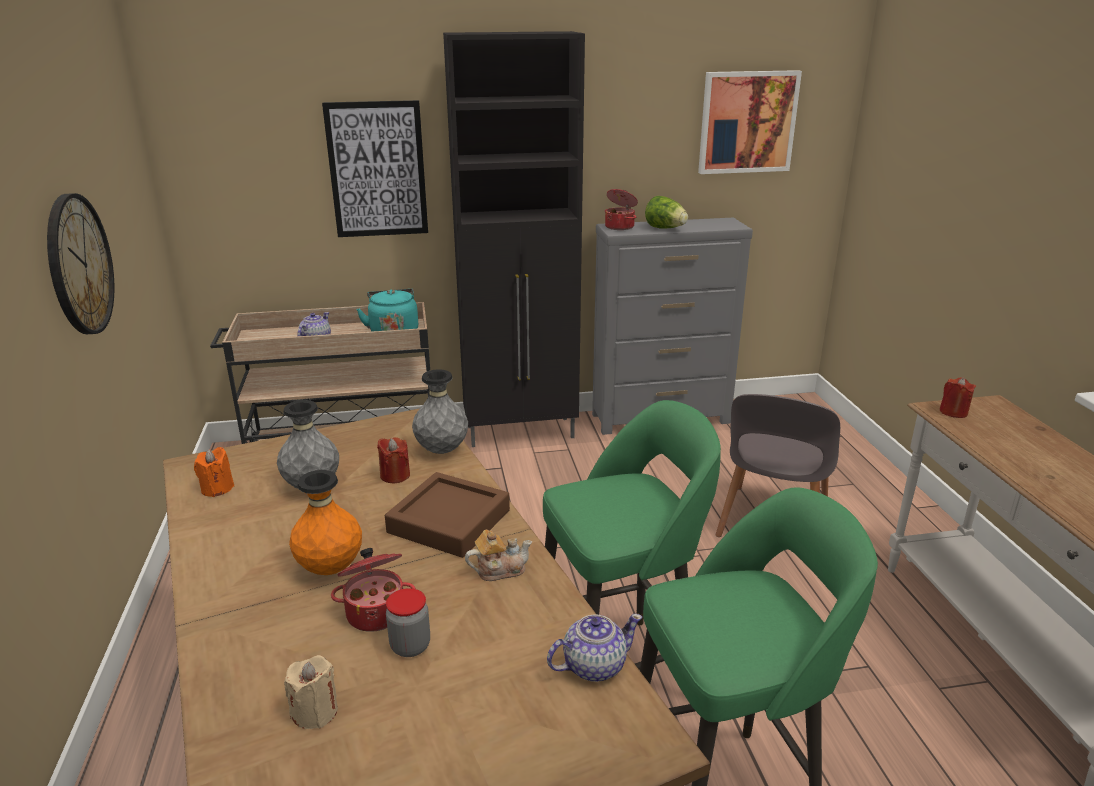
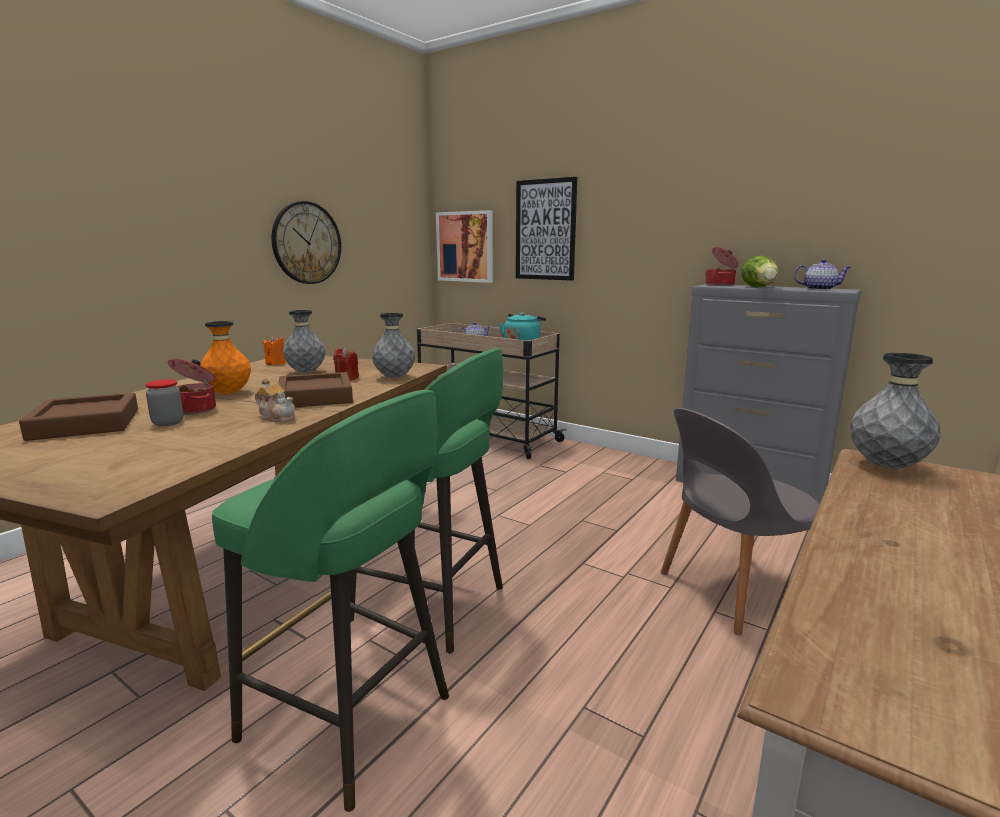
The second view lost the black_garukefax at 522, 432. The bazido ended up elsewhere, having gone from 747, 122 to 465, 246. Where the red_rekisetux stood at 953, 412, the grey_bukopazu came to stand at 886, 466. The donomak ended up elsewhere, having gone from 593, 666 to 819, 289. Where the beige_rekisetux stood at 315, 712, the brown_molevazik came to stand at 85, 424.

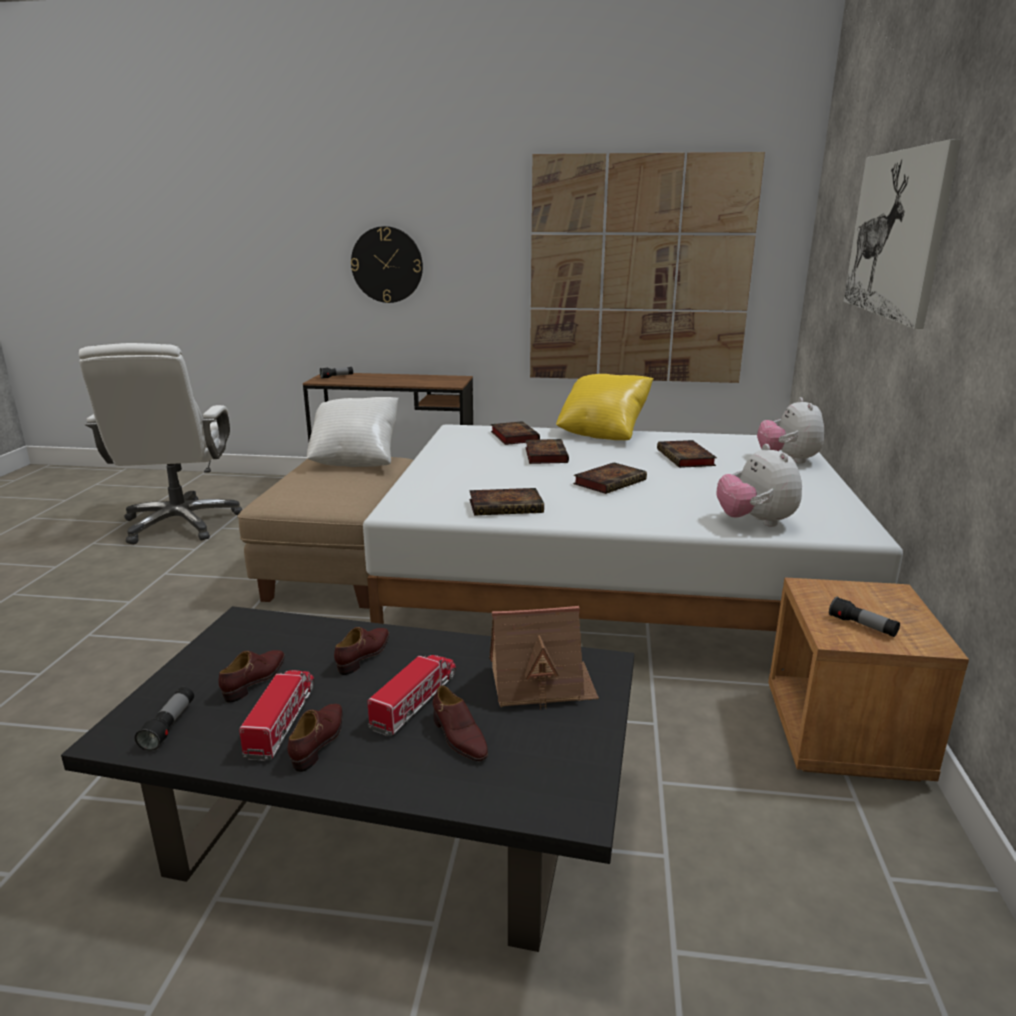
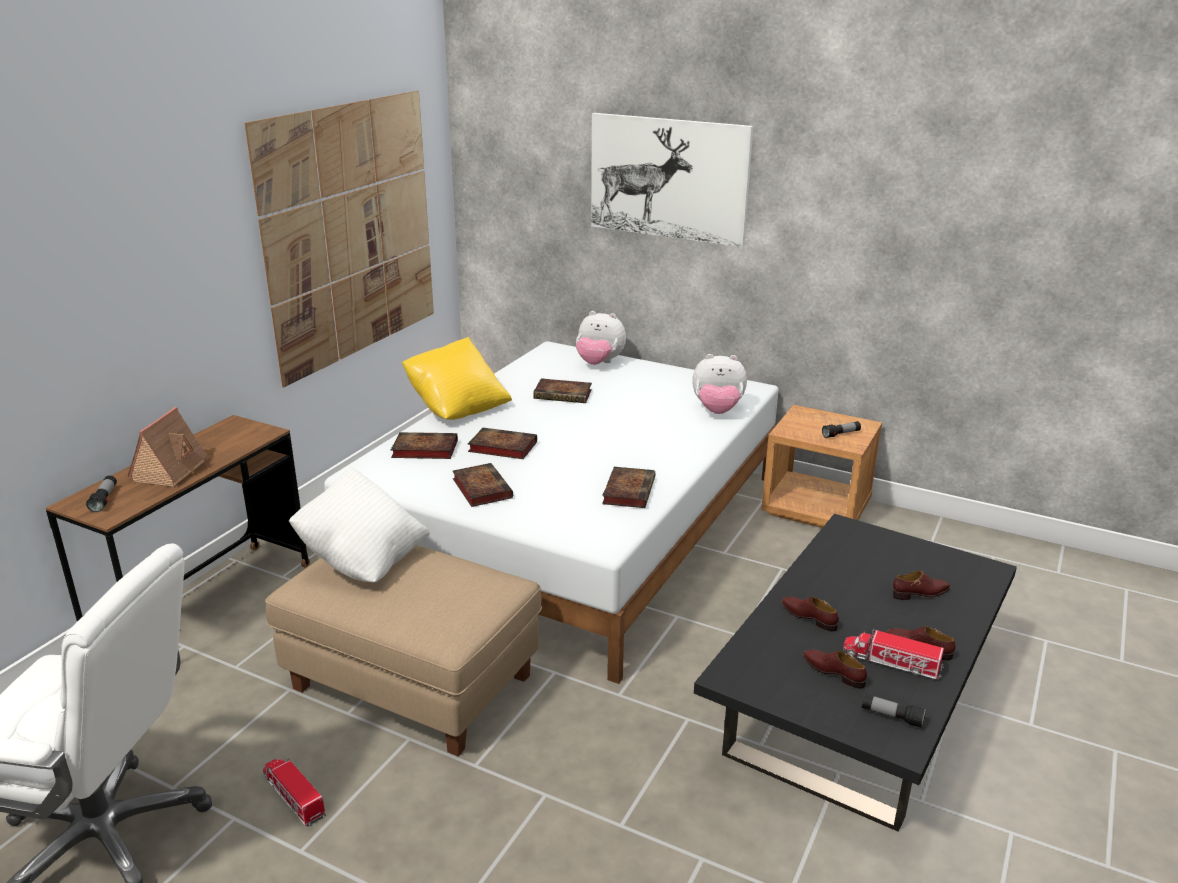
The second view lost the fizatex at 387, 265. The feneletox ended up elsewhere, having gone from 610, 482 to 481, 488. The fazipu ended up elsewhere, having gone from 541, 684 to 172, 470. The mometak ended up elsewhere, having gone from 415, 701 to 294, 796.

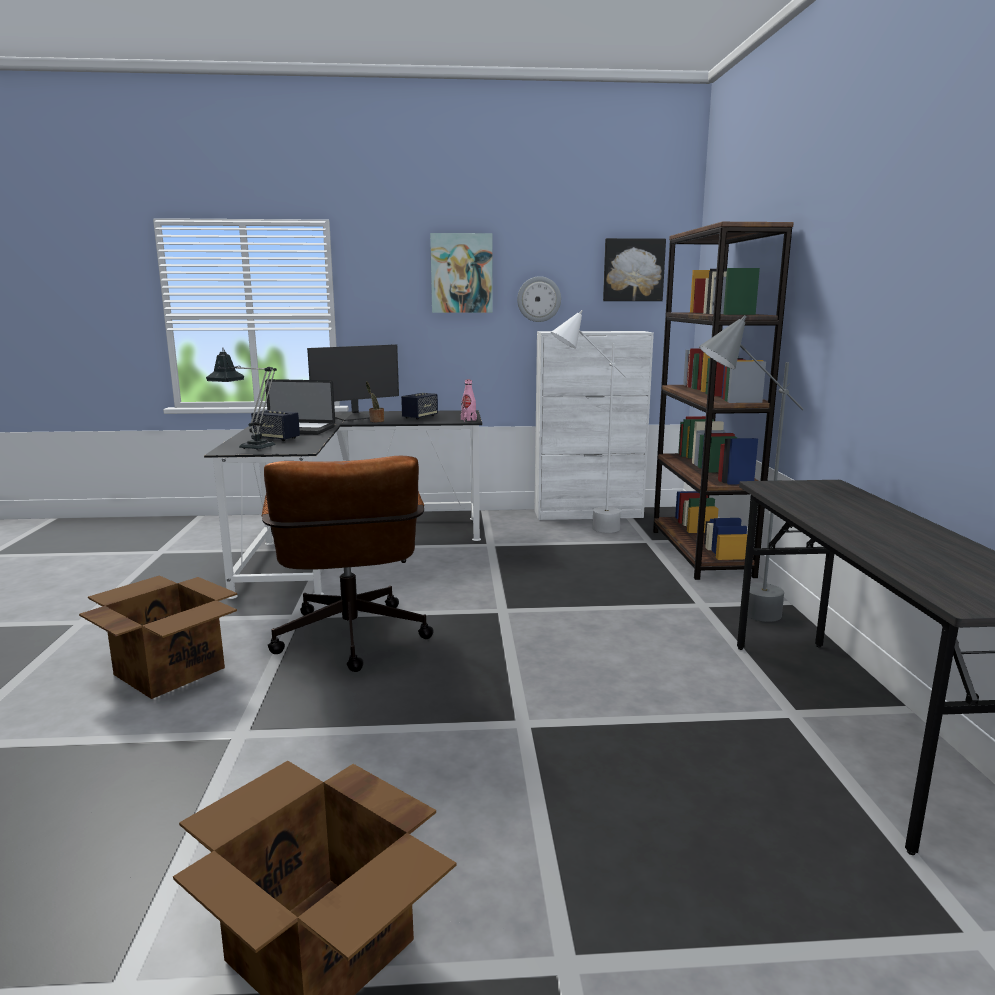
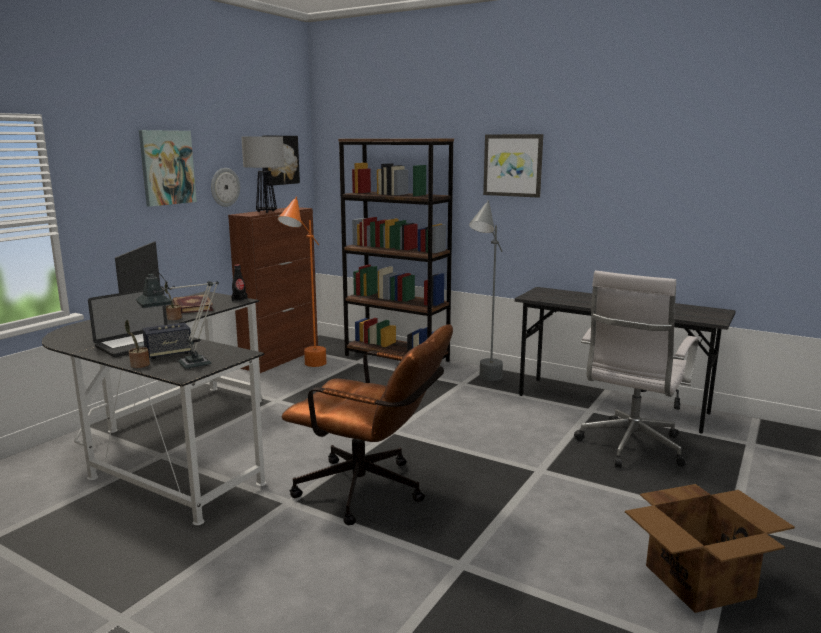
What was the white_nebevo at 584, 530 turned into the orange_nebevo at 307, 369. What was the white_garukefax at 588, 514 turned into the brown_garukefax at 281, 358. What was the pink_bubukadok at 468, 420 turned into the black_bubukadok at 239, 300. Where the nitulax stood at 420, 417, the feneletox came to stand at 191, 306. The second view lost the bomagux at 169, 670. The second view gained the bazido at 513, 165. The second view gained the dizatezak at 266, 212. The second view gained the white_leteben at 630, 448. The second view gained the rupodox at 139, 365.

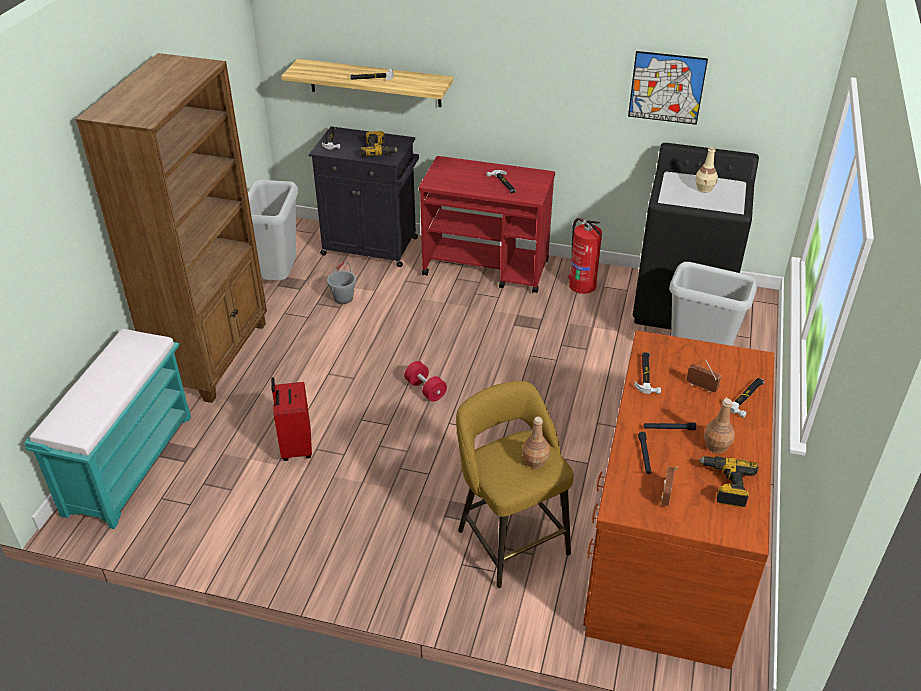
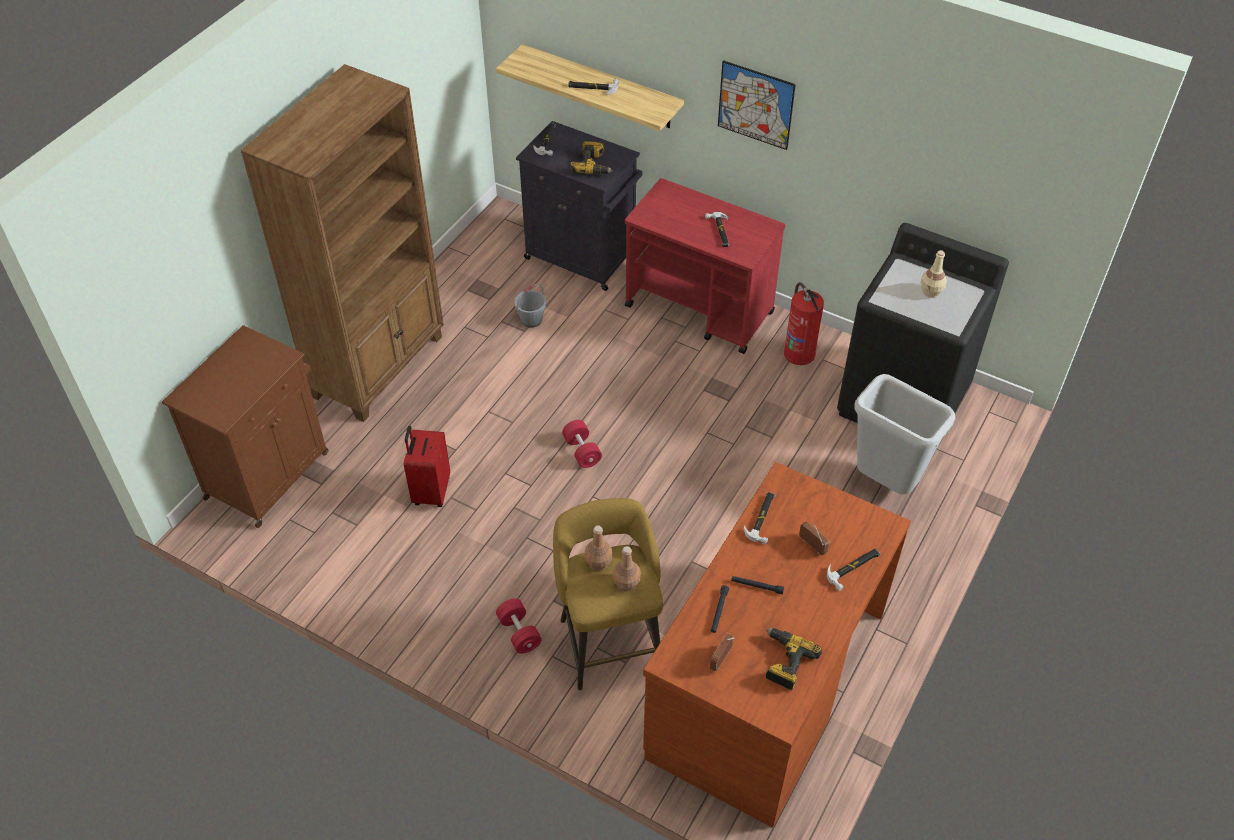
The bazido ended up elsewhere, having gone from 666, 87 to 755, 105. The second view lost the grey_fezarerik at 279, 278. Where the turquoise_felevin stood at 129, 462, the brown_garukefax came to stand at 269, 473. The brown_bubukadok ended up elsewhere, having gone from 716, 446 to 598, 563. The second view gained the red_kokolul at 519, 633.

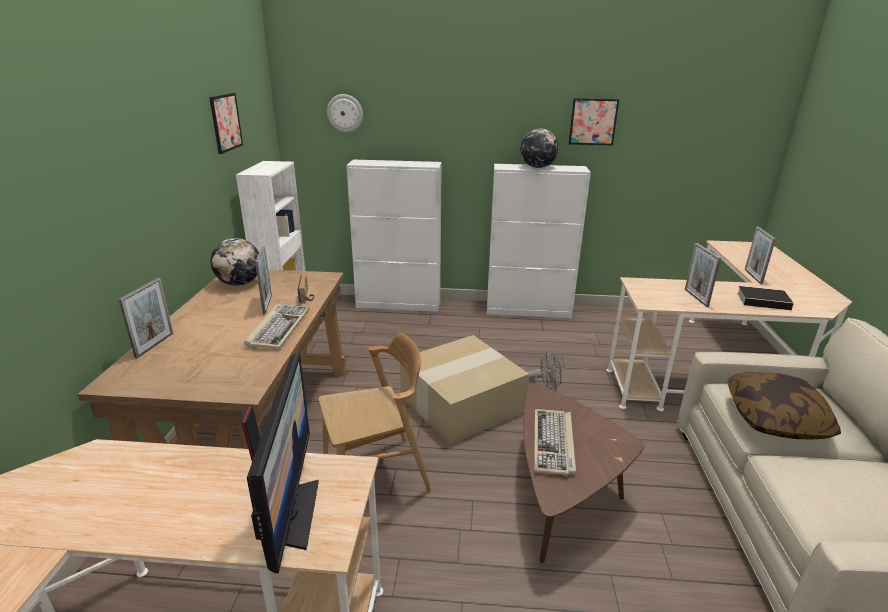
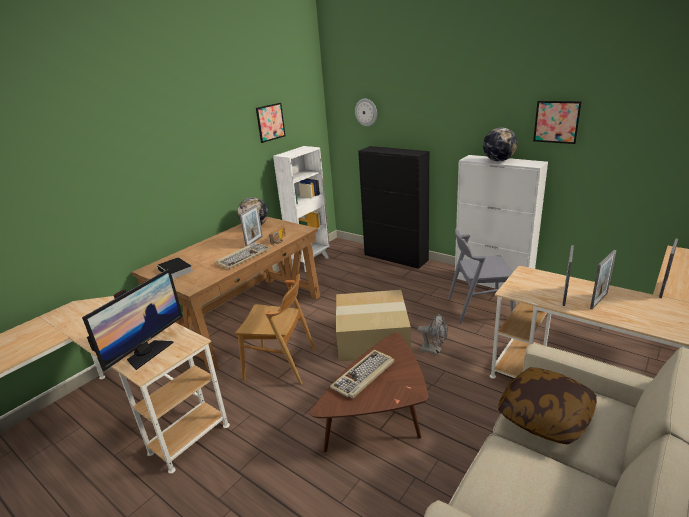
What was the white_garukefax at 399, 304 turned into the black_garukefax at 396, 257. The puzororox ended up elsewhere, having gone from 155, 345 to 599, 300. The feneletox ended up elsewhere, having gone from 764, 301 to 176, 271. The second view gained the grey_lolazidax at 478, 308.

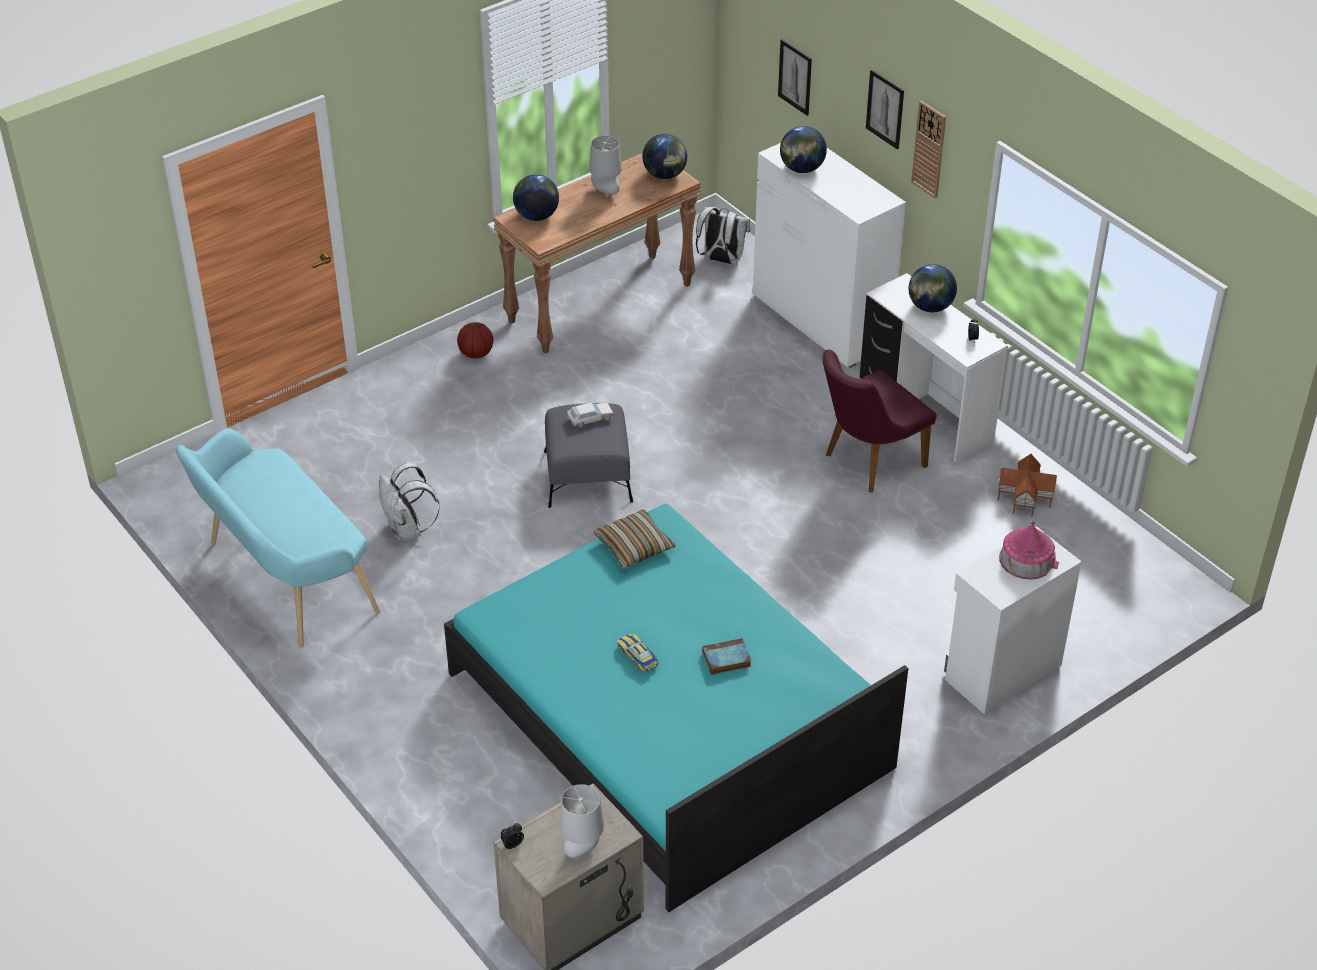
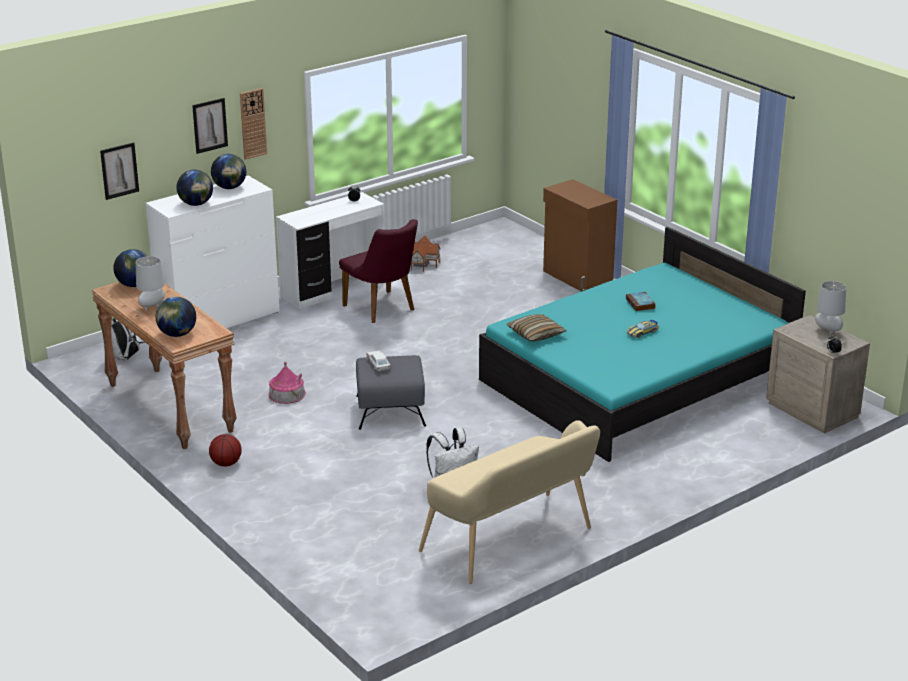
The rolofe ended up elsewhere, having gone from 930, 307 to 229, 187. What was the turquoise_felevin at 284, 580 turned into the beige_felevin at 513, 542. The fazipu ended up elsewhere, having gone from 1026, 559 to 287, 394. What was the white_garukefax at 1001, 671 turned into the brown_garukefax at 577, 278.

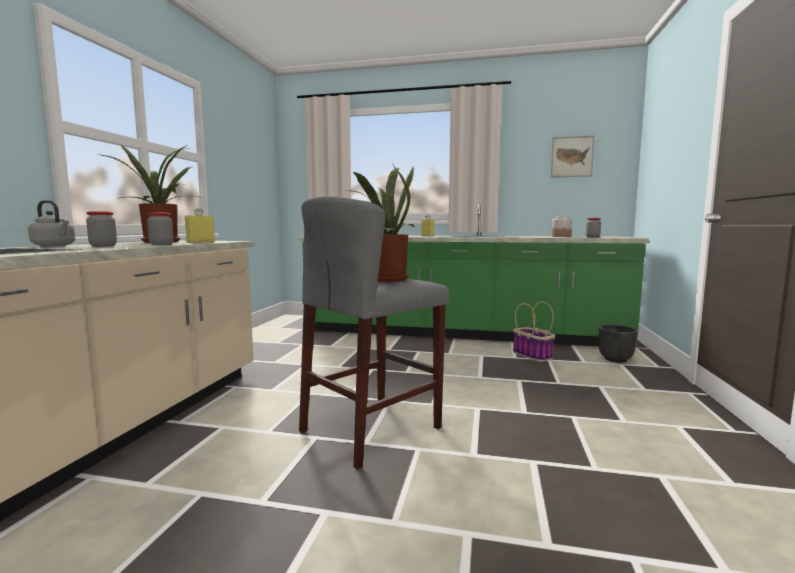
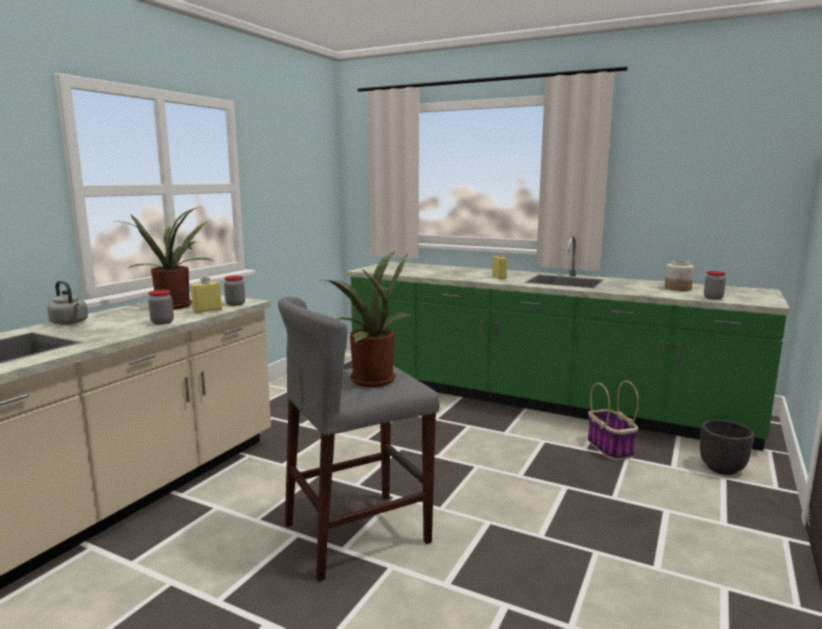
The second view lost the bazido at 571, 157. The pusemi ended up elsewhere, having gone from 103, 246 to 235, 304.

